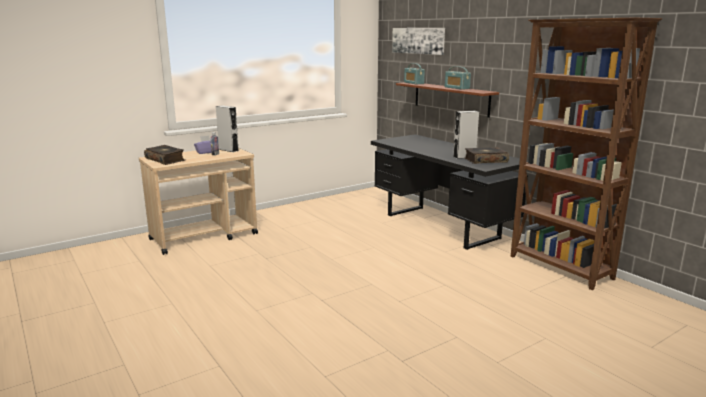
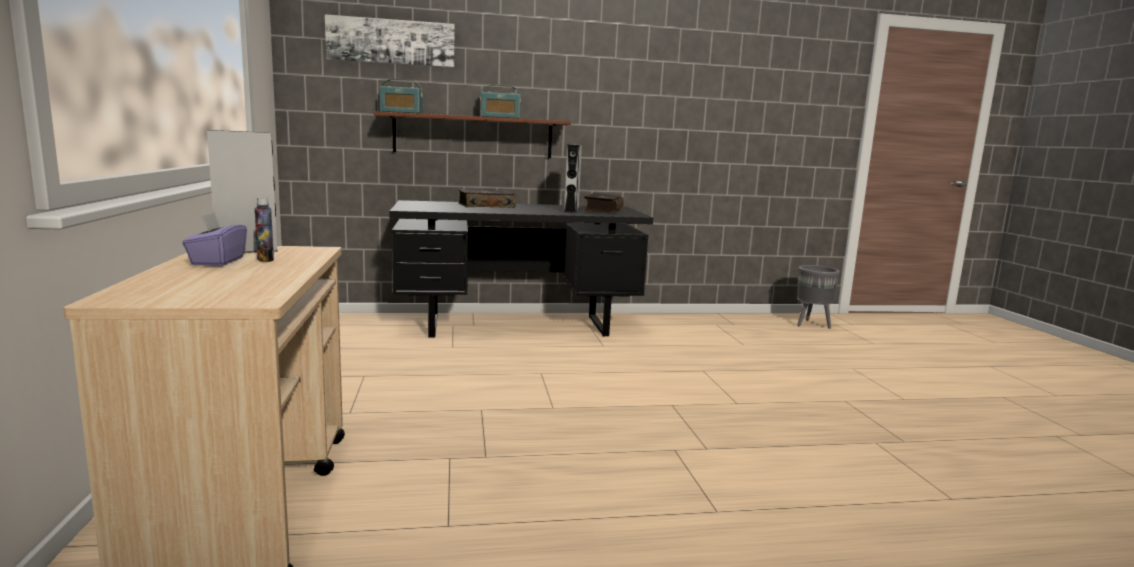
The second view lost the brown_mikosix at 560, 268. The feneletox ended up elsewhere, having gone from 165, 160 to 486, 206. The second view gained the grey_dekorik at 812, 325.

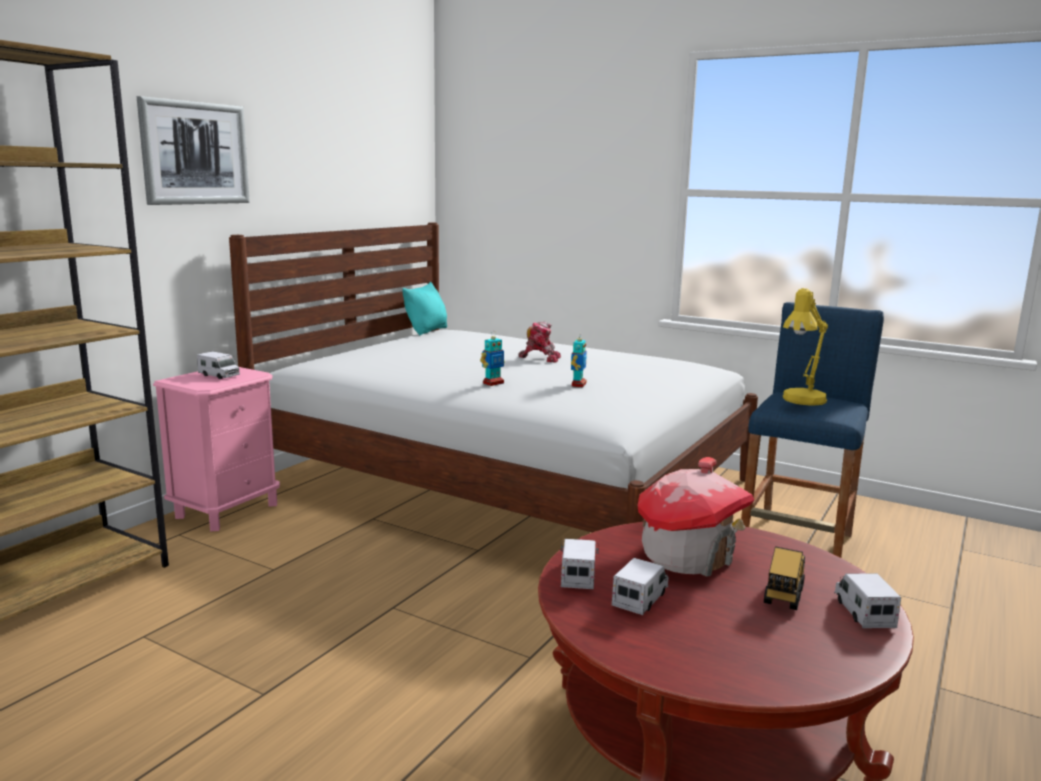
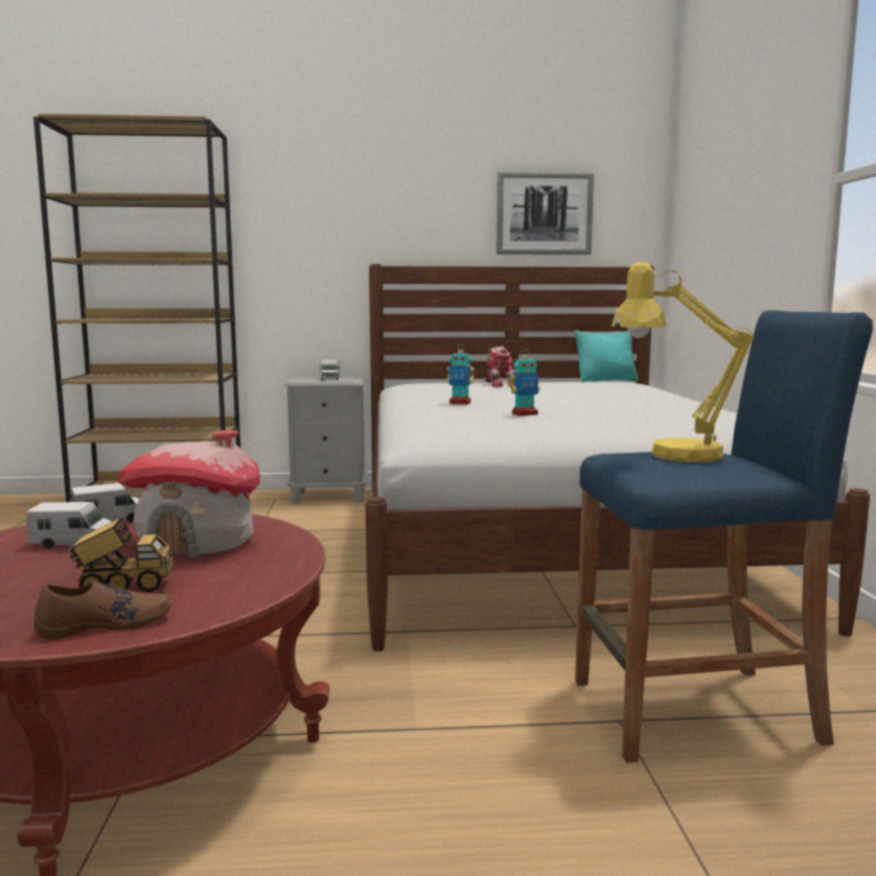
The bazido ended up elsewhere, having gone from 195, 153 to 544, 214. The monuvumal ended up elsewhere, having gone from 540, 358 to 499, 384. What was the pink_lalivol at 226, 510 turned into the grey_lalivol at 329, 496. Where the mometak stood at 863, 613, the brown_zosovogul came to stand at 106, 625.

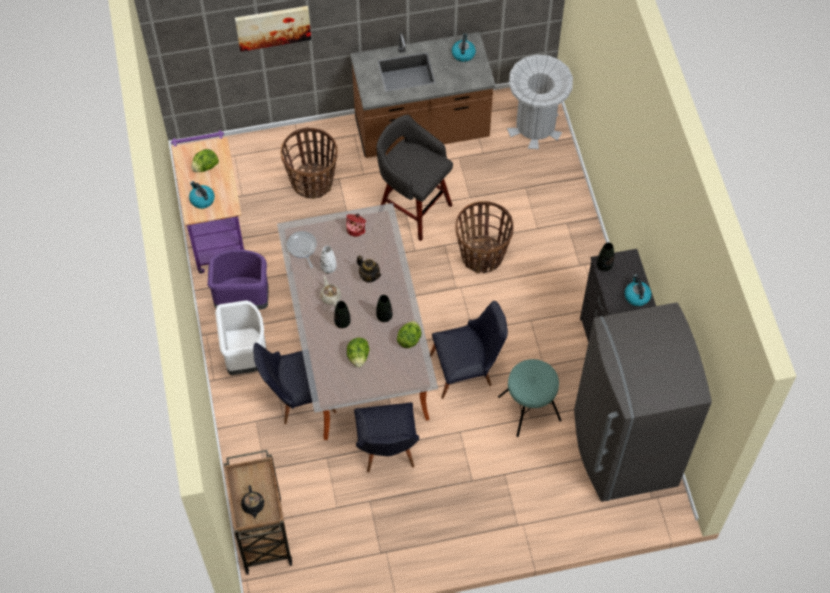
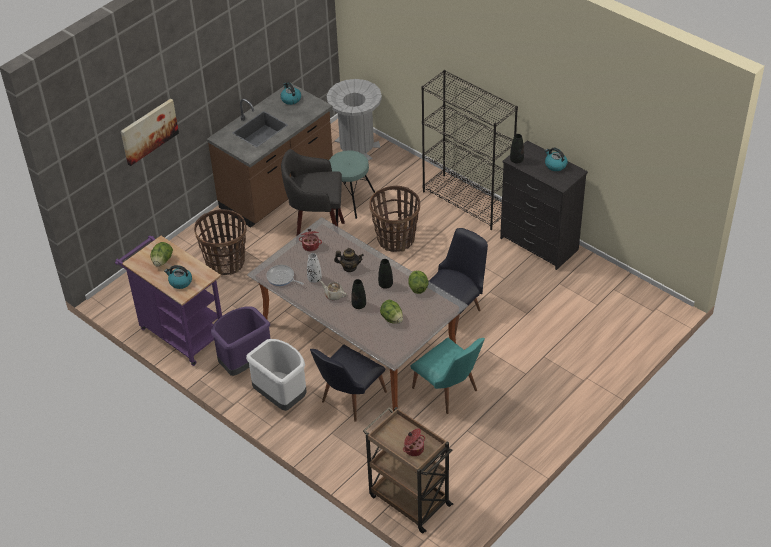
The second view lost the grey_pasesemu at 623, 449. The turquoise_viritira ended up elsewhere, having gone from 529, 408 to 350, 200. What was the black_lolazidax at 387, 452 turned into the turquoise_lolazidax at 449, 393. Where the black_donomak stood at 253, 506, the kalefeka came to stand at 413, 448. The second view gained the black_mikosix at 467, 201.

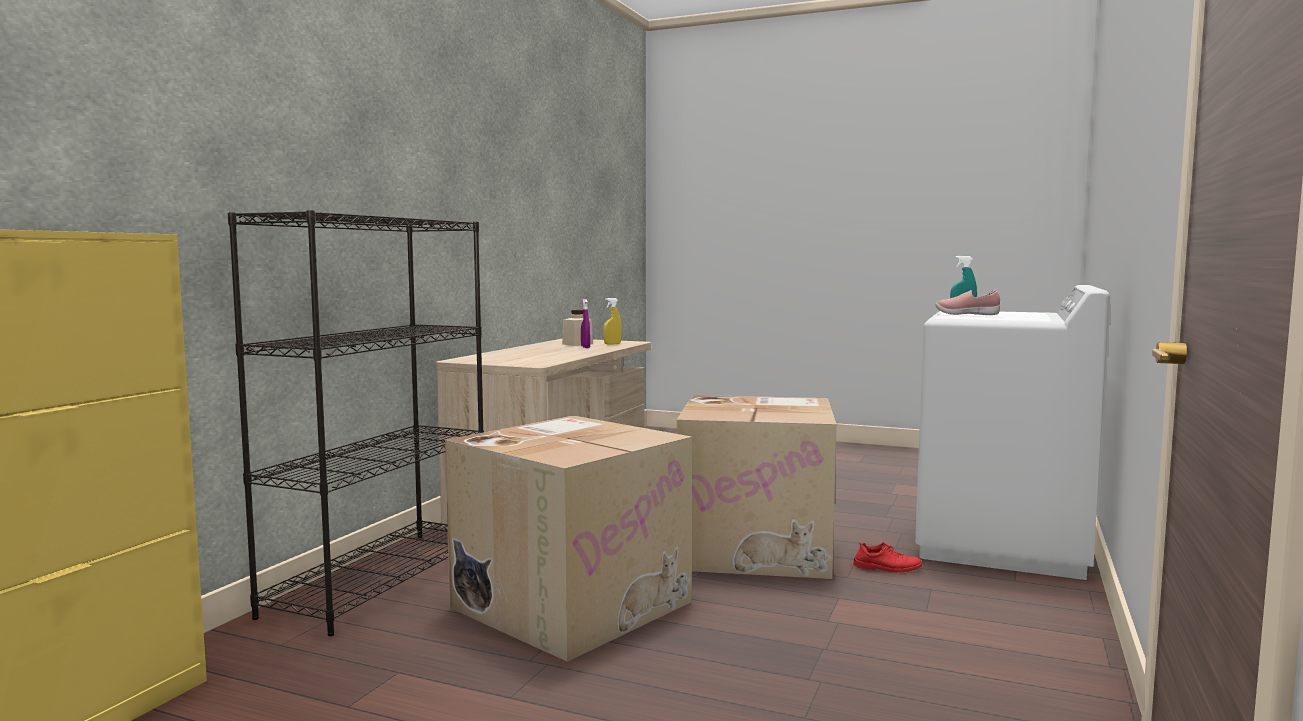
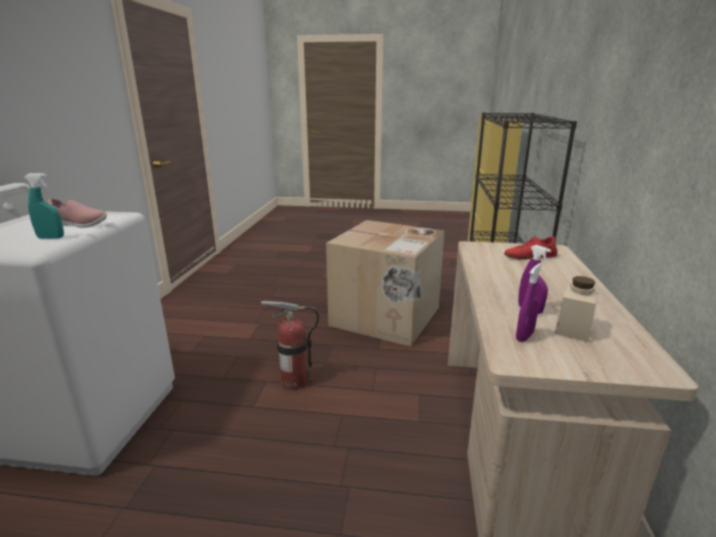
What was the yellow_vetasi at 612, 344 turned into the purple_vetasi at 524, 336. Where the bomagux stood at 757, 548, the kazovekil came to stand at 294, 381. The red_zosovogul ended up elsewhere, having gone from 887, 567 to 529, 256.

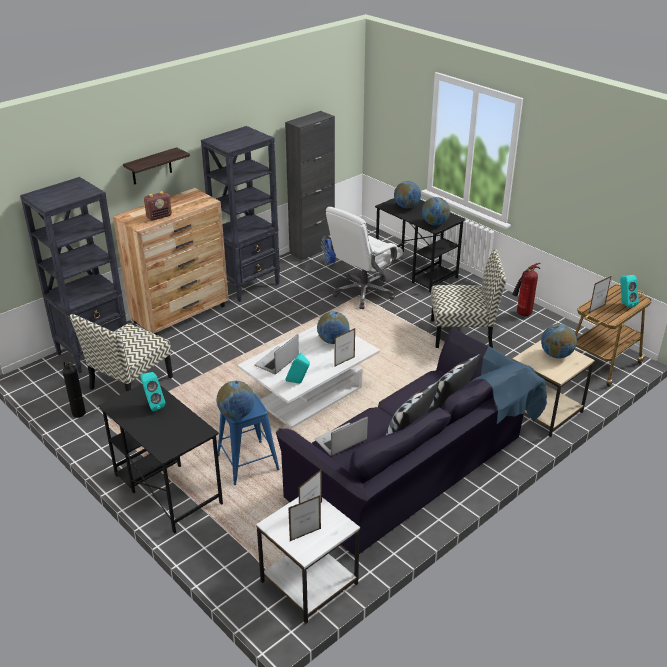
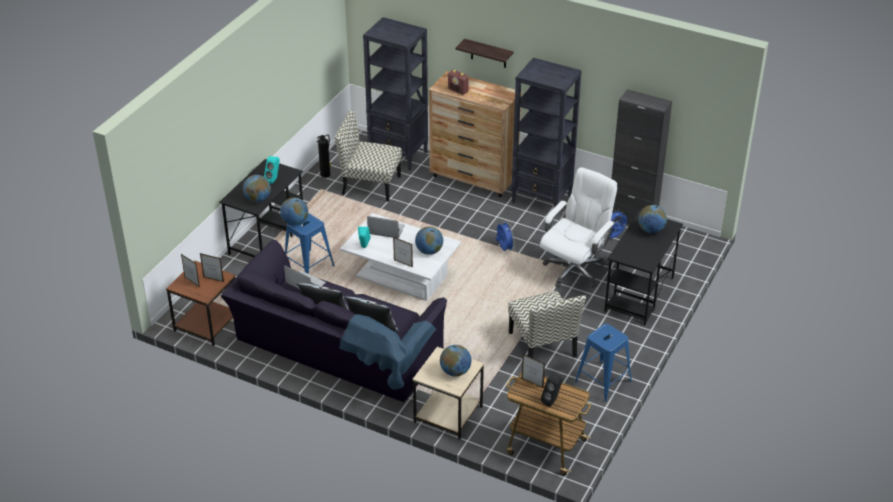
The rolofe ended up elsewhere, having gone from 434, 223 to 258, 199. The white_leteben at 363, 293 ended up facing another way, 105 degrees clockwise from before. Where the kazovekil stood at 522, 314, the blue_viritira came to stand at 603, 381. What was the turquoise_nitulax at 625, 304 turned into the black_nitulax at 552, 401. What was the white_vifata at 309, 583 turned into the brown_vifata at 206, 324. The second view gained the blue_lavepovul at 504, 248.

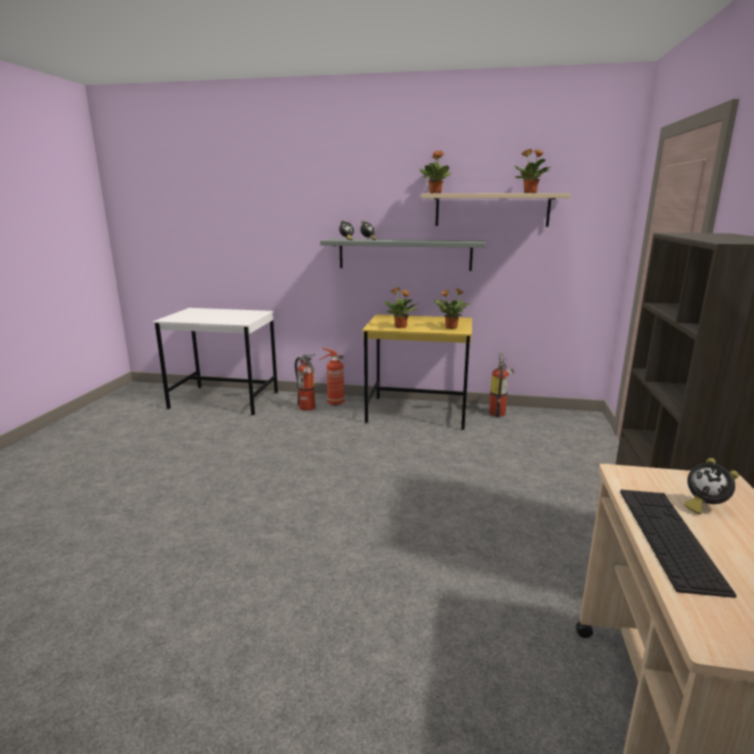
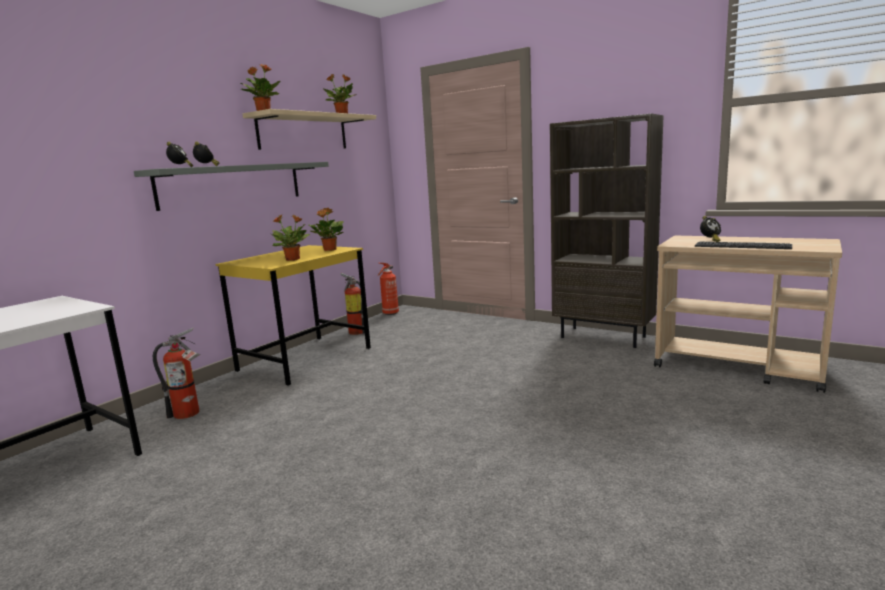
The kazovekil ended up elsewhere, having gone from 334, 403 to 390, 313.

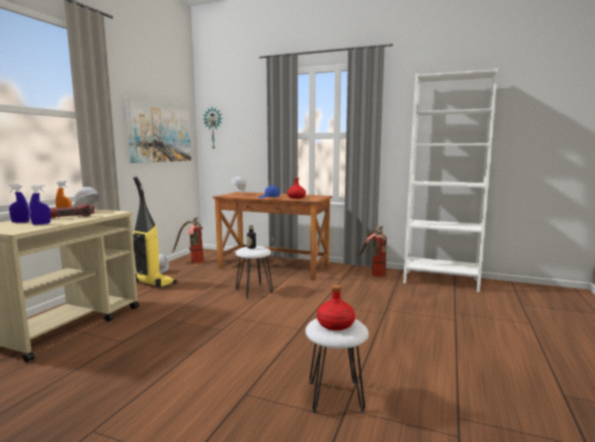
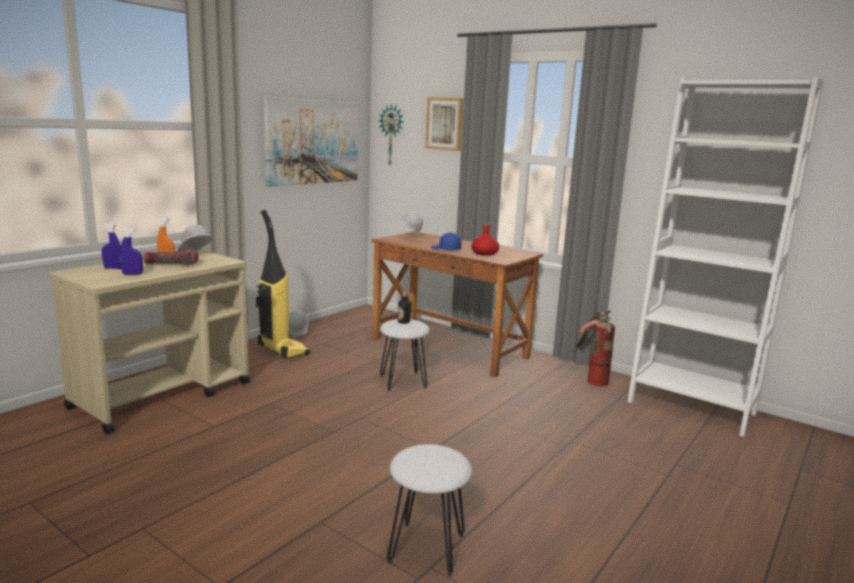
The second view lost the kazovekil at 192, 262. The second view lost the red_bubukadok at 335, 324. The second view gained the bazido at 444, 124.

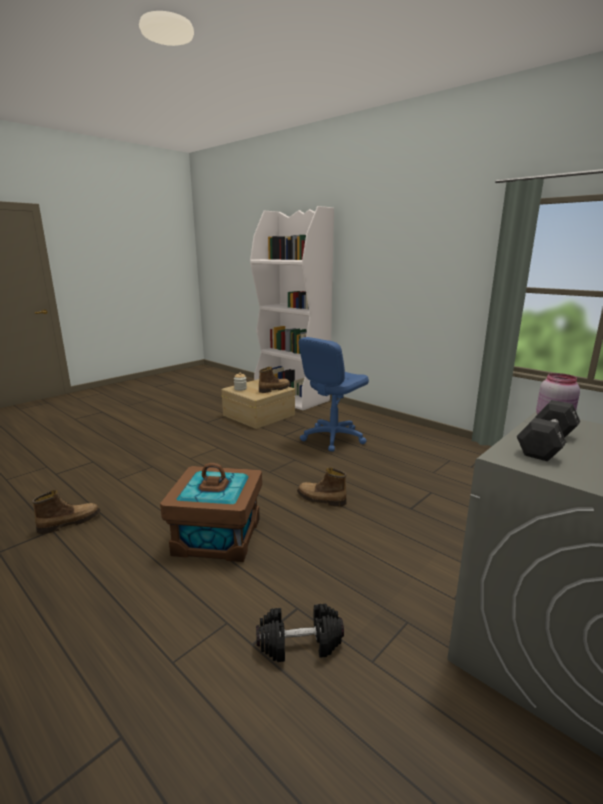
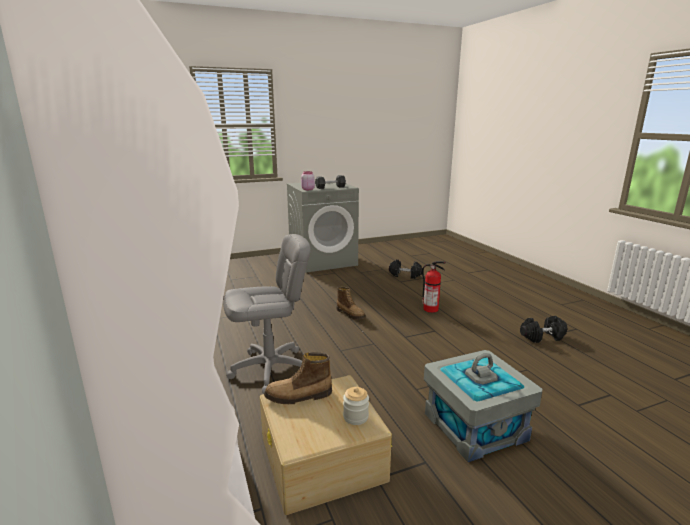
What was the blue_leteben at 333, 438 turned into the grey_leteben at 270, 369. Where the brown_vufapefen stood at 217, 536, the kazovekil came to stand at 431, 309. Where the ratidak stood at 70, 522, the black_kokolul came to stand at 542, 337. The second view gained the grey_vufapefen at 474, 426.

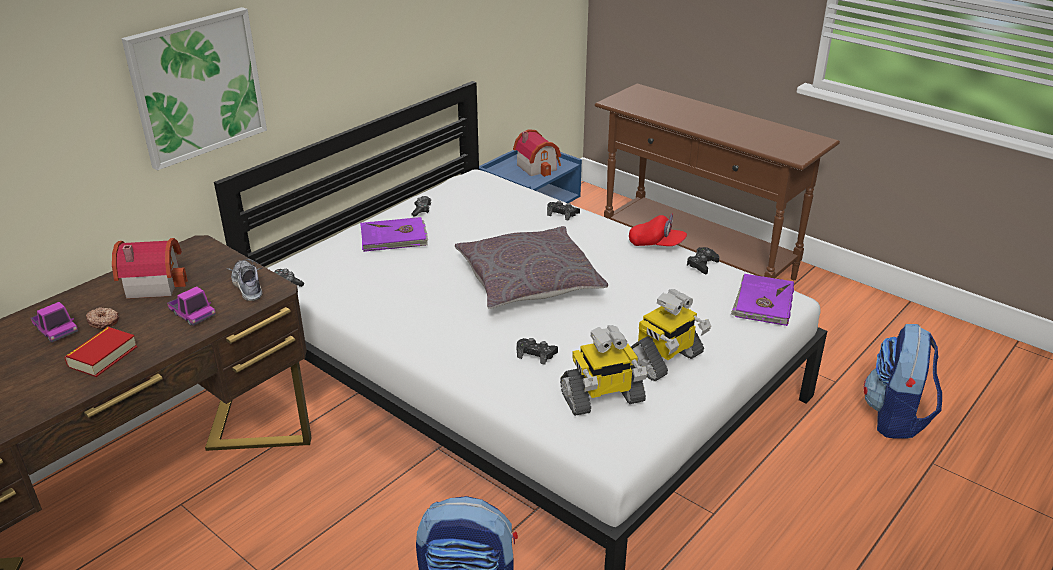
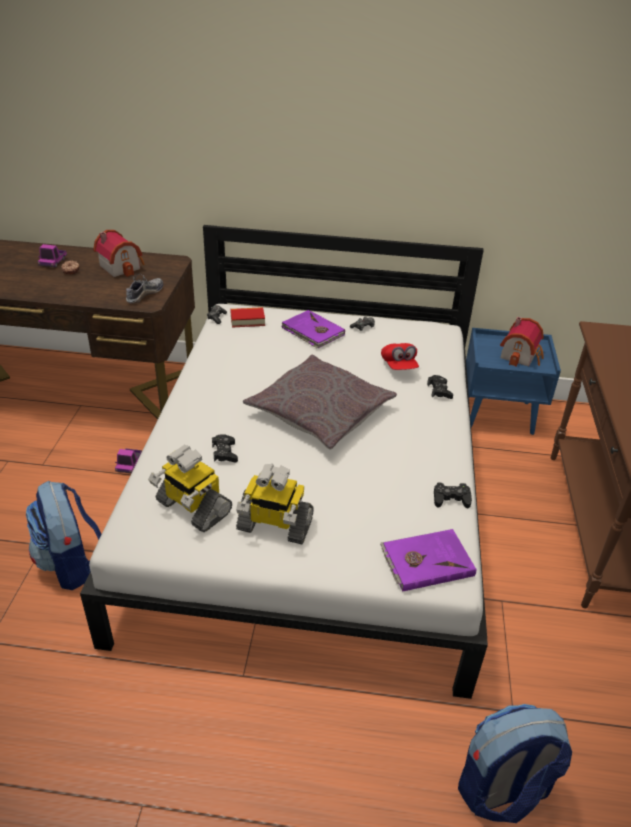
The second view lost the bazido at 197, 86. The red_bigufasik ended up elsewhere, having gone from 656, 244 to 398, 366. The mometak ended up elsewhere, having gone from 192, 314 to 129, 464. The feneletox ended up elsewhere, having gone from 103, 356 to 247, 320.

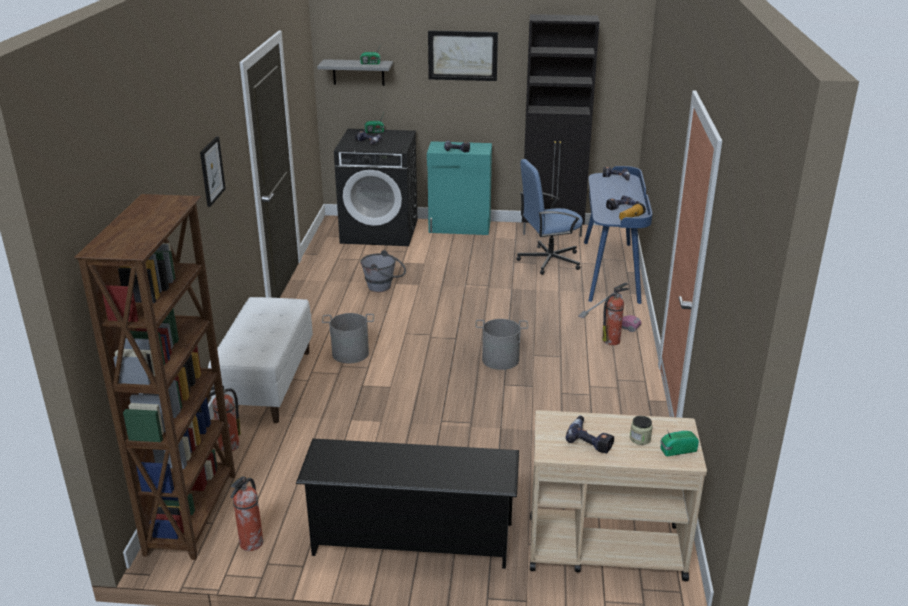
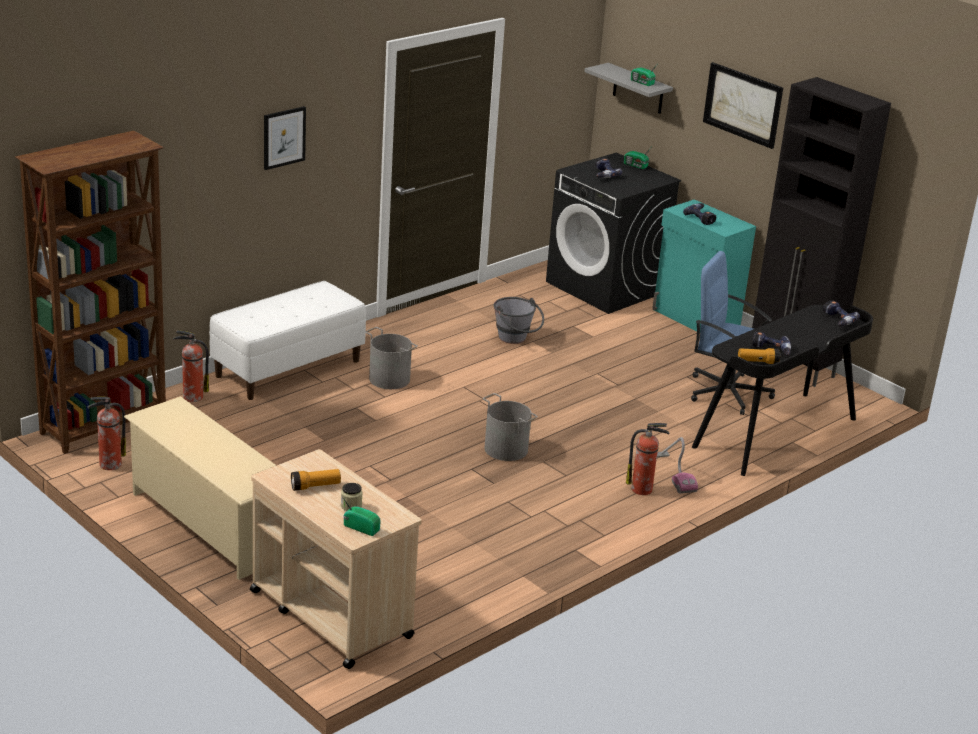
What was the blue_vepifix at 612, 271 turned into the black_vepifix at 777, 433. Where the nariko stood at 590, 440, the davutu came to stand at 315, 486. What was the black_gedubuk at 412, 539 turned into the beige_gedubuk at 210, 525.

